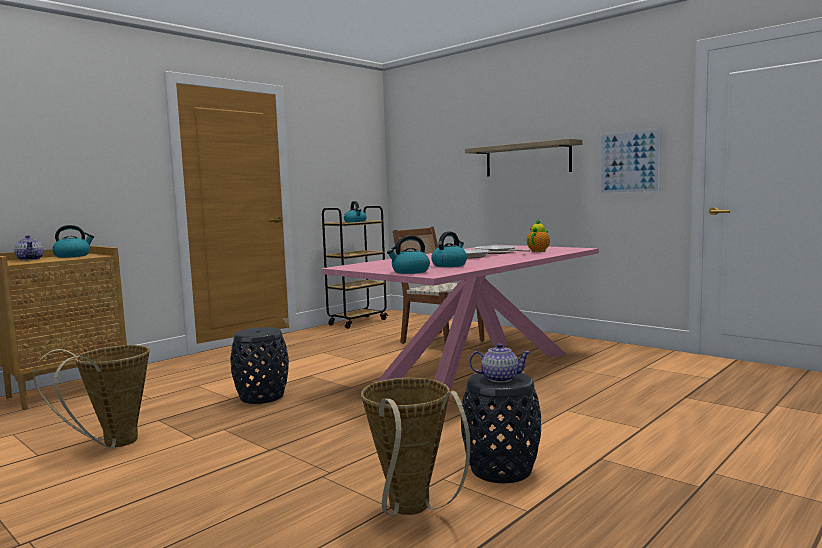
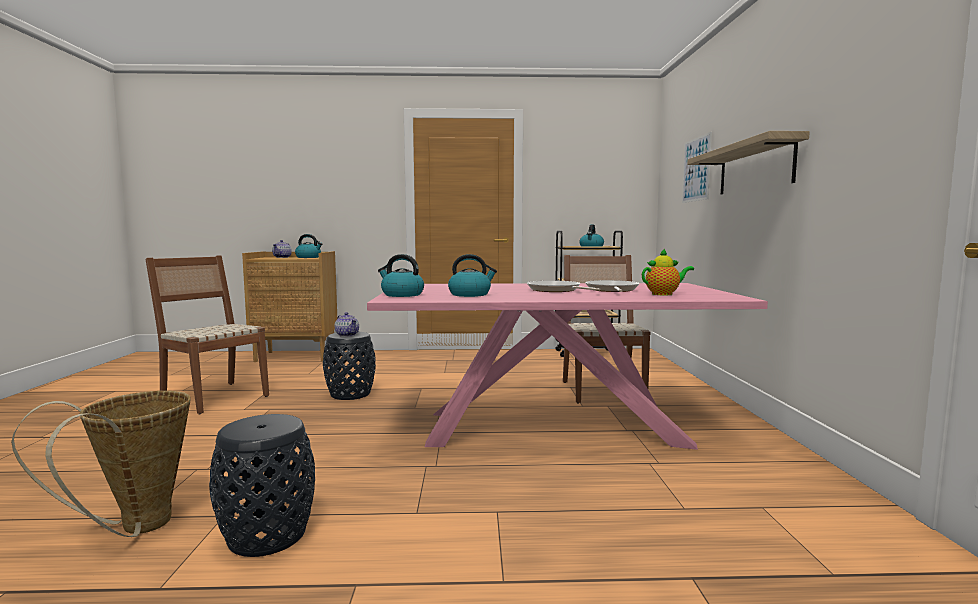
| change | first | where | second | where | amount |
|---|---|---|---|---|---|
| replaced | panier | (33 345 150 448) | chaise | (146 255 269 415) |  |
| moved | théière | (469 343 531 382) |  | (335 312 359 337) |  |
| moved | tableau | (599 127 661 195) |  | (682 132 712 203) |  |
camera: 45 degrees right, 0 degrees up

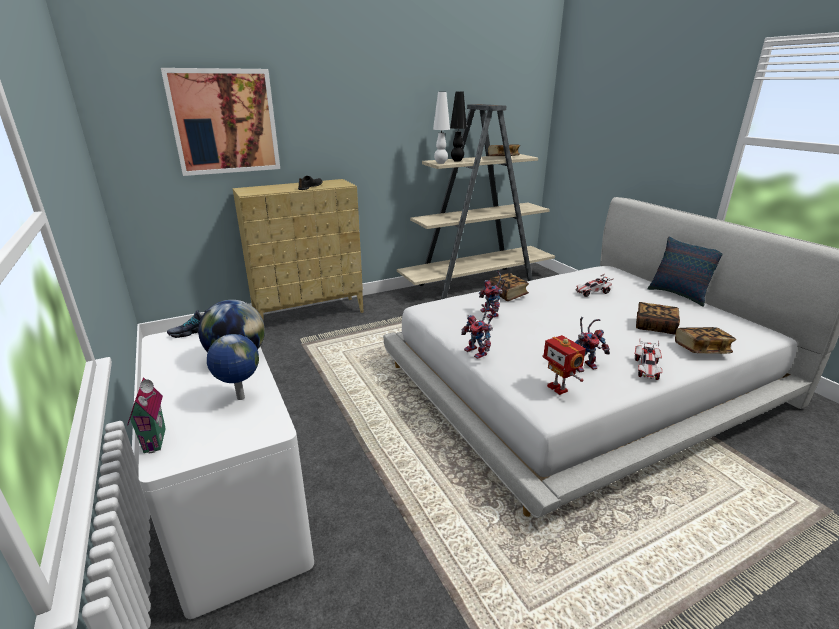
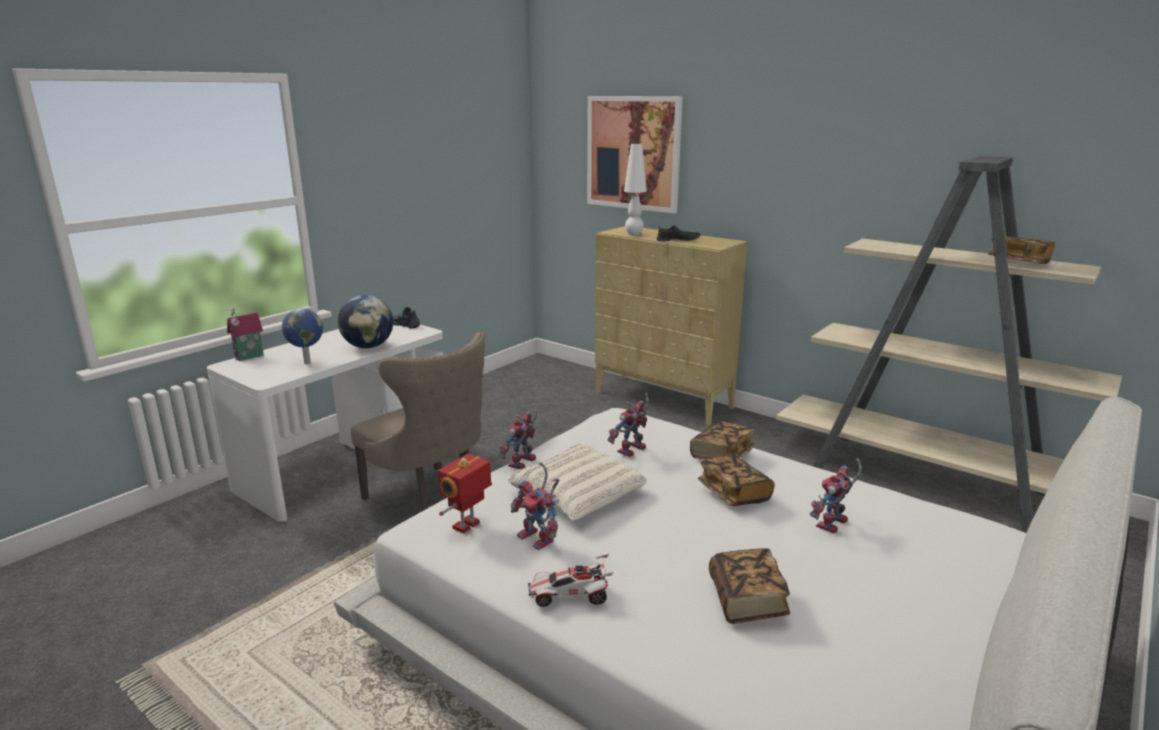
| change | first | where | second | where | amount |
|---|---|---|---|---|---|
| moved | lampe de table (blanc) | (433 92 450 164) |  | (624 143 647 236) |  |
| removed | lampe de table (noir) | (450 92 467 162) |  |  |  |
| replaced | petite voiture | (575 274 614 297) | robot jouet | (810 458 862 533) |  |
| removed | coussin (bleu) | (648 237 722 307) |  |  |  |
| moved | livre | (675 327 736 354) |  | (698 455 775 506) |  |
| added |  |  | chaise (beige) | (351 332 485 511) |  |
| added |  |  | coussin (beige) | (508 443 647 521) |  |
camera: 65 degrees right, 5 degrees down

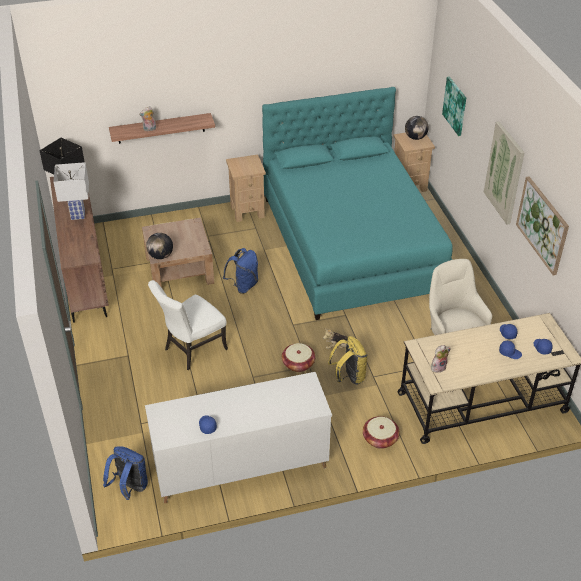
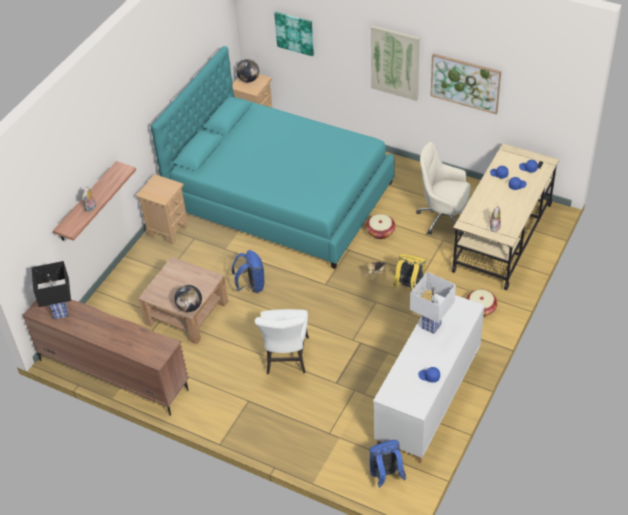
| change | first | where | second | where | amount |
|---|---|---|---|---|---|
| moved | lampe de table (blanc) | (53 162 89 220) |  | (410 272 456 334) |  |
| moved | panier | (282 343 316 372) |  | (366 214 395 239) |  |
camera: 45 degrees left, 5 degrees up

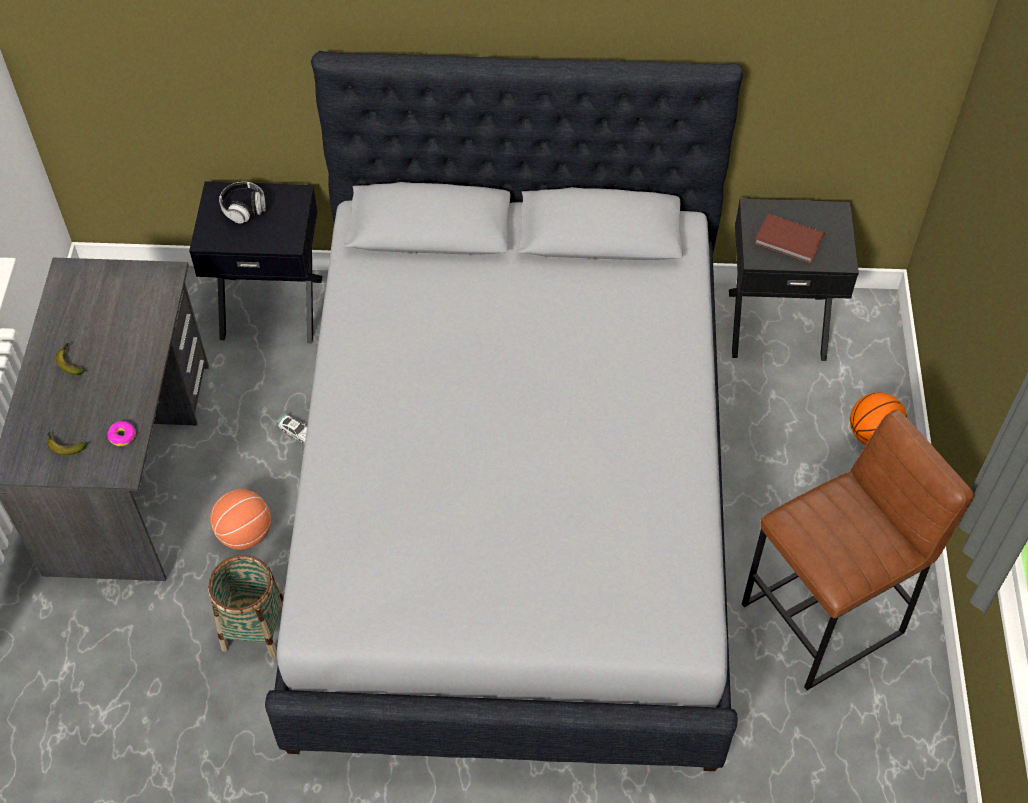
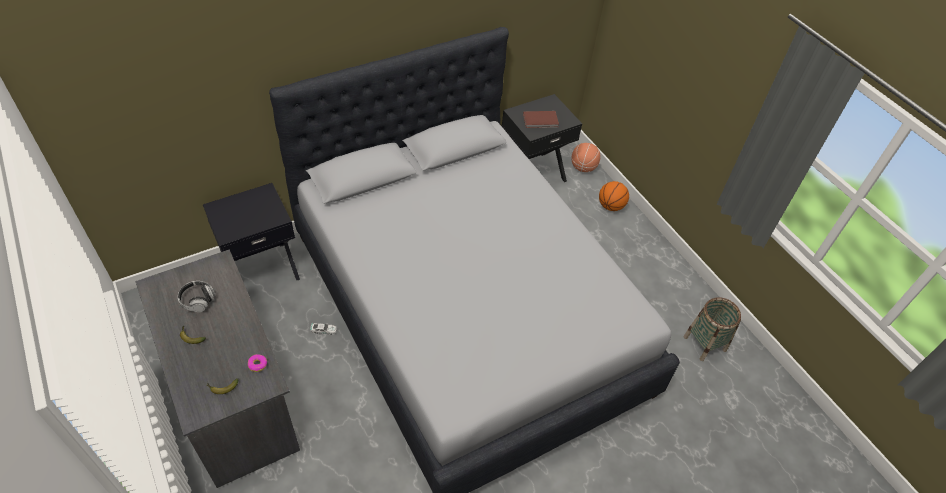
| change | first | where | second | where | amount |
|---|---|---|---|---|---|
| moved | panier | (208 555 284 657) |  | (683 297 741 361) |  |
| moved | ballon de basket | (210 489 271 550) |  | (571 143 601 172) |  |
| moved | casque audio | (219 182 266 224) |  | (178 281 216 312) |  |
| removed | tabouret (marron) | (742 409 974 690) |  |  |  |
camera: 35 degrees left, 5 degrees down

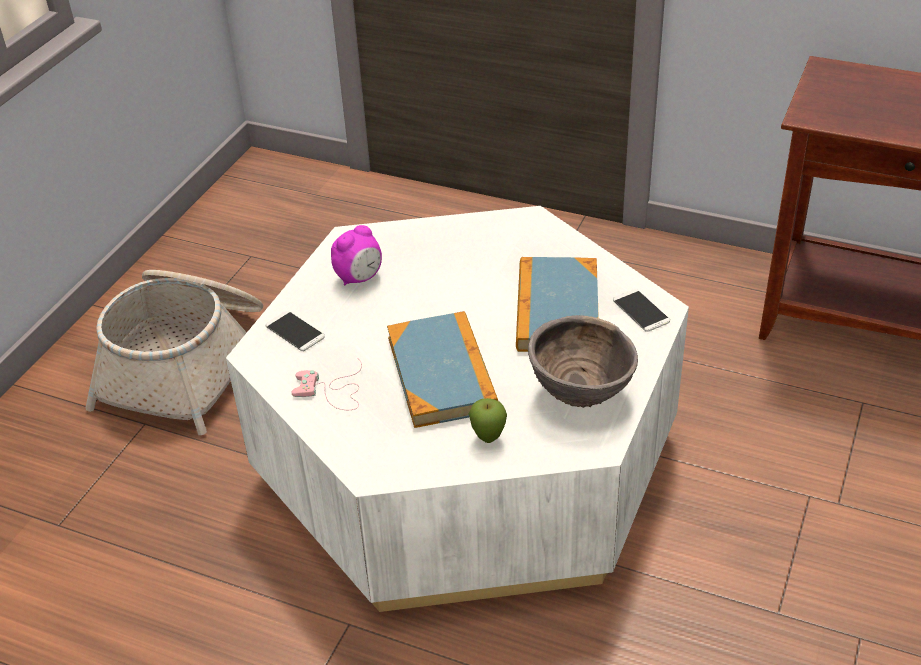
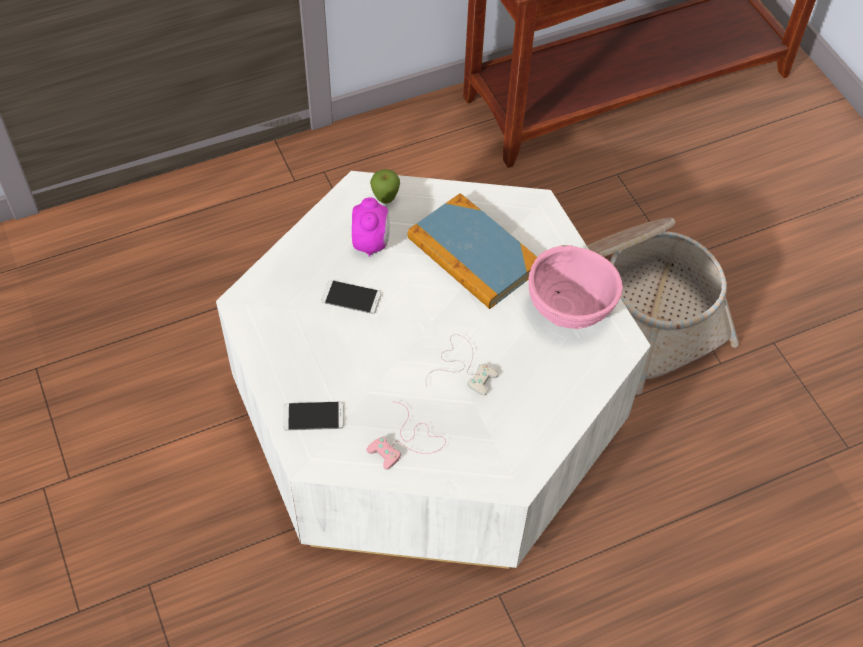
| change | first | where | second | where | amount |
|---|---|---|---|---|---|
| moved | panier | (85 270 263 435) |  | (587 218 739 395) |  |
| moved | réveil | (331 225 382 285) |  | (352 197 390 257) |  |
| replaced | livre | (387 311 498 428) | manette (blanc) | (426 334 499 395) |  |
| moved | pomme | (469 398 507 443) |  | (370 169 400 204) |  |
| recoloured | bol (marron) | (528 315 638 408) | bol (rose) | (529 245 623 329) |  |
| moved | téléphone | (613 289 670 332) |  | (321 280 382 314) |  |
camera: 50 degrees left, 15 degrees up

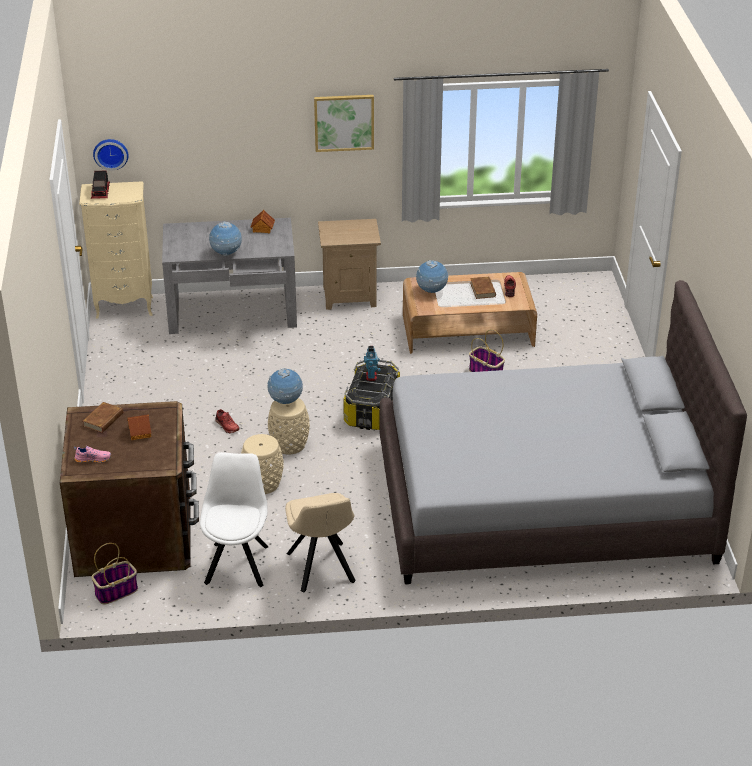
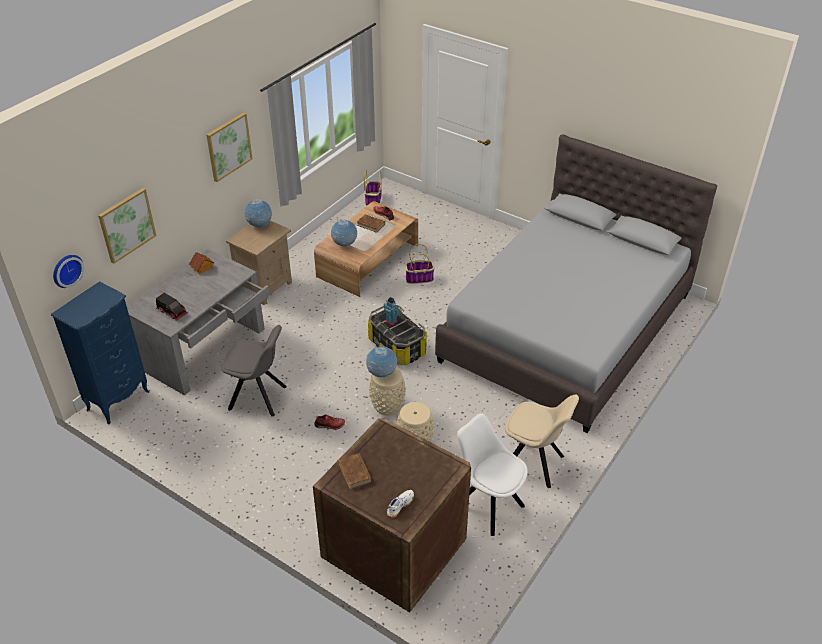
| change | first | where | second | where | amount |
|---|---|---|---|---|---|
| recoloured | chaussure (rose) | (74 446 111 463) | chaussure (blanc) | (387 490 414 518) |  |
| recoloured | commode (beige) | (79 182 153 319) | commode (bleu) | (51 281 149 424) |  |
| moved | camion jouet | (91 171 110 199) |  | (156 292 188 321) |  |
| moved | panier | (91 543 138 605) |  | (364 170 382 206) |  |
| removed | maison miniature | (127 414 151 440) |  |  |  |
| moved | globe | (209 221 242 256) |  | (244 199 272 227) |  |
| added |  |  | tableau | (98 188 157 264) |  |
| added |  |  | chaise (gris) | (221 325 287 416) |  |
camera: 50 degrees left, 5 degrees up

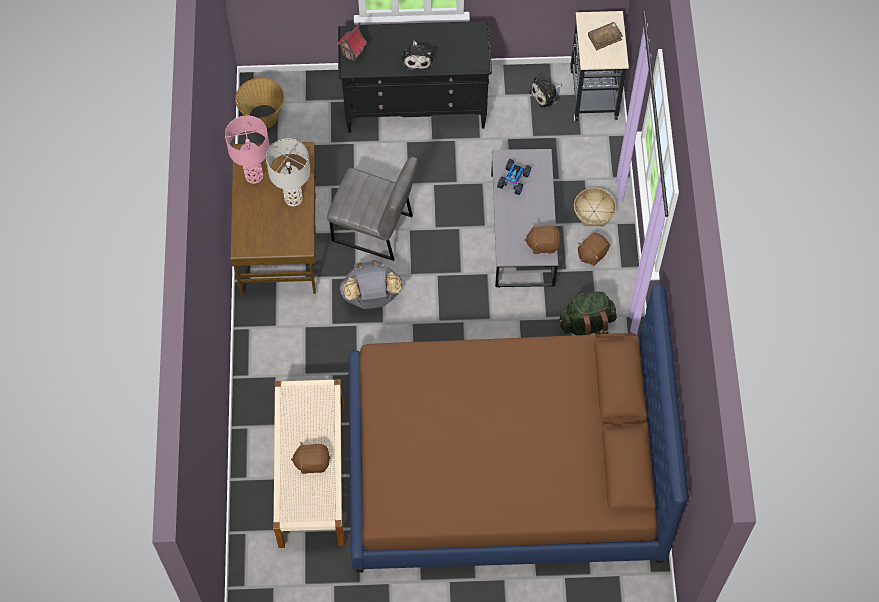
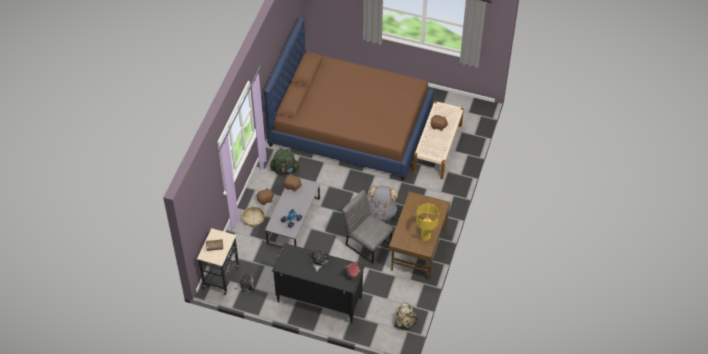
| change | first | where | second | where | amount |
|---|---|---|---|---|---|
| recoloured | lampe de table (rose) | (225 115 270 184) | lampe de table (jaune) | (416 204 439 241) |  |
| replaced | panier | (235 78 284 128) | sac à dos (beige) | (395 303 418 328) |  |
| removed | lampe de table (blanc) | (266 138 310 206) |  |  |  |
camera: 160 degrees left, 10 degrees down

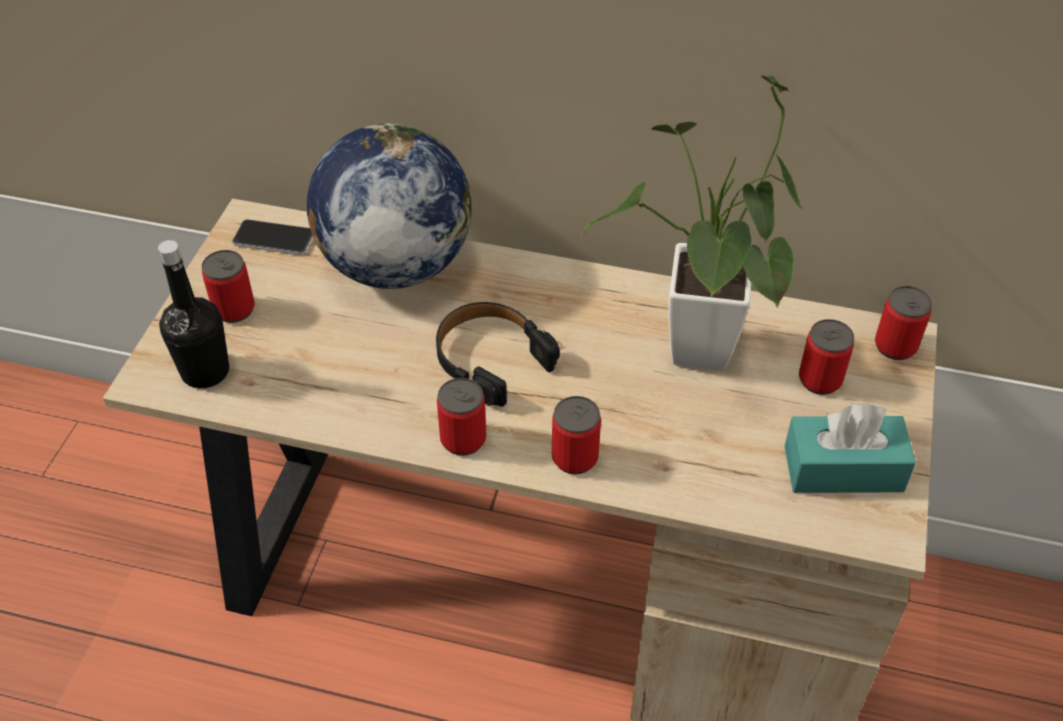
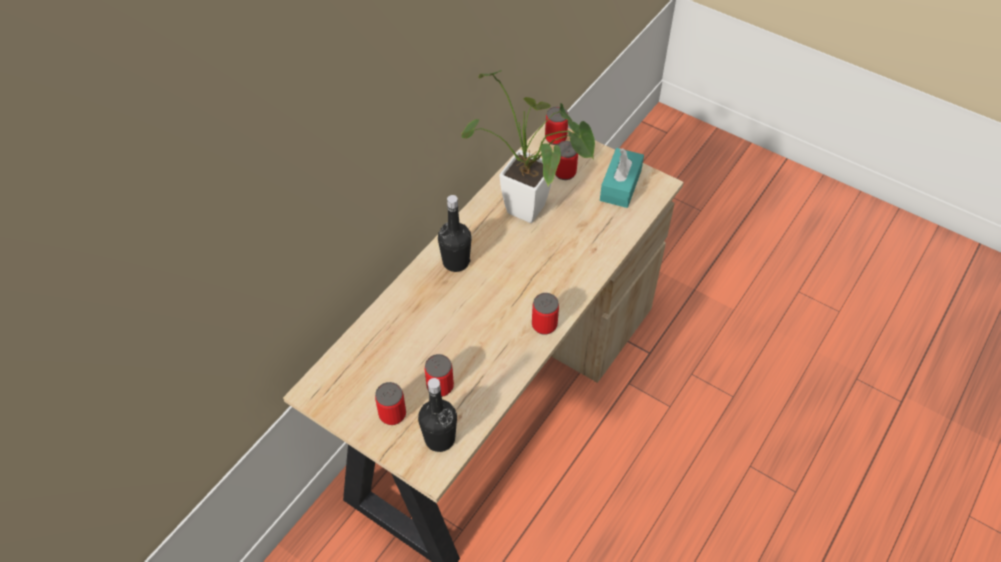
| change | first | where | second | where | amount |
|---|---|---|---|---|---|
| removed | téléphone | (232 219 313 255) |  |  |  |
| removed | globe | (307 123 472 289) |  |  |  |
| removed | casque audio (noir) | (436 302 560 407) |  |  |  |
| moved | boîte métallique | (552 396 601 474) |  | (425 354 454 397) |  |
| added |  |  | bouteille (noir) | (438 195 472 272) |  |
camera: 70 degrees left, 5 degrees up

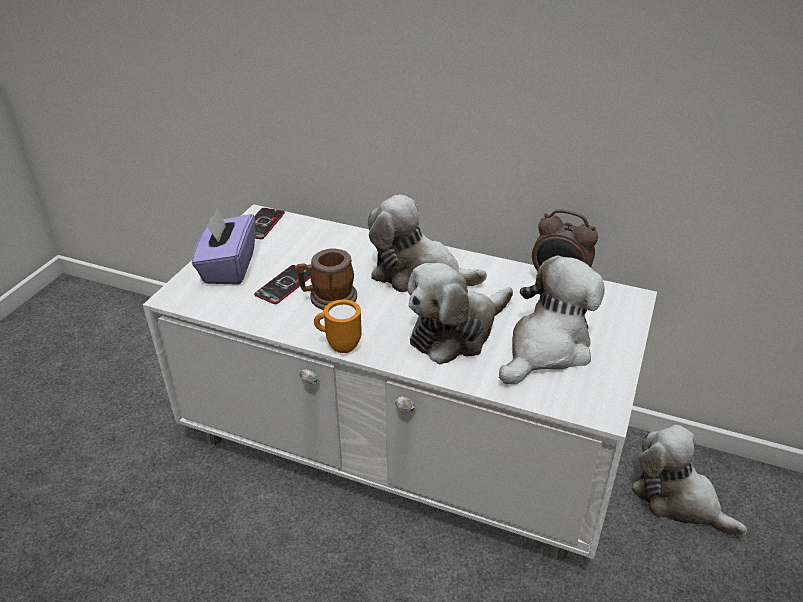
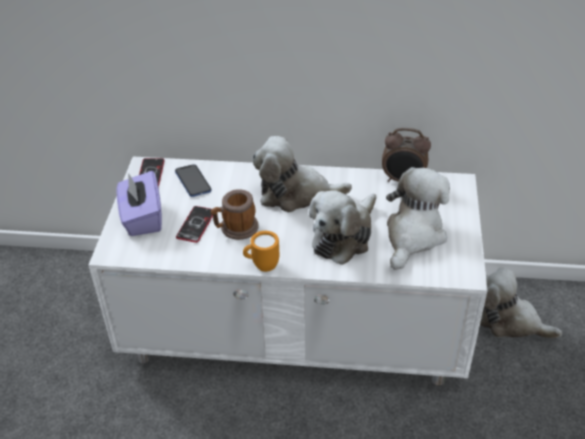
| change | first | where | second | where | amount |
|---|---|---|---|---|---|
| added |  |  | téléphone | (175 164 211 197) |  |
camera: 15 degrees left, 5 degrees up

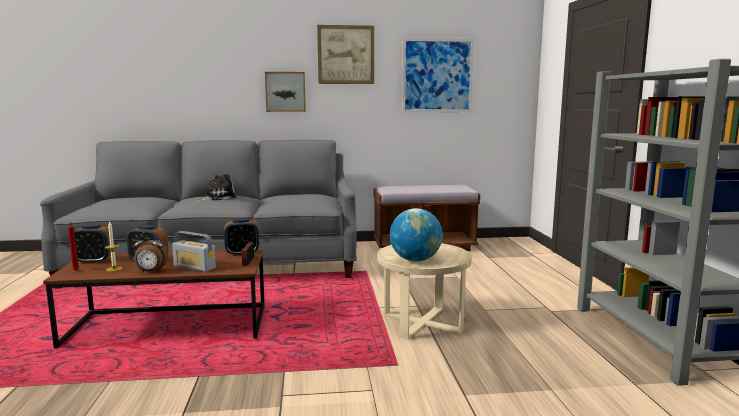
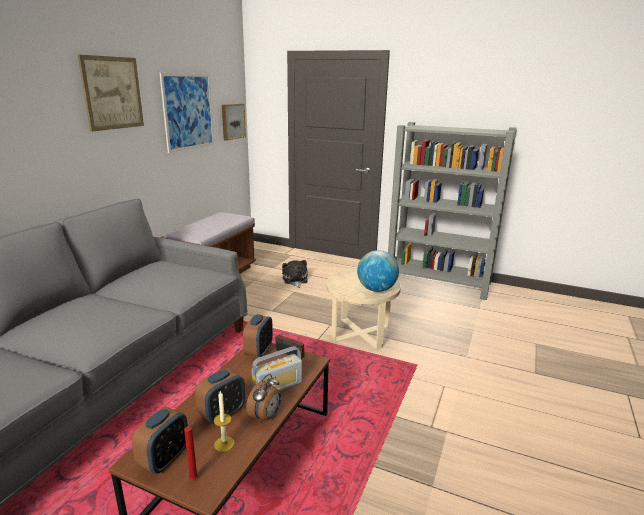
| change | first | where | second | where | amount |
|---|---|---|---|---|---|
| moved | peluche | (196 174 237 201) |  | (282 260 308 288) |  |
| moved | tableau | (265 72 306 112) |  | (222 104 246 141) |  |
camera: 60 degrees left, 10 degrees up

